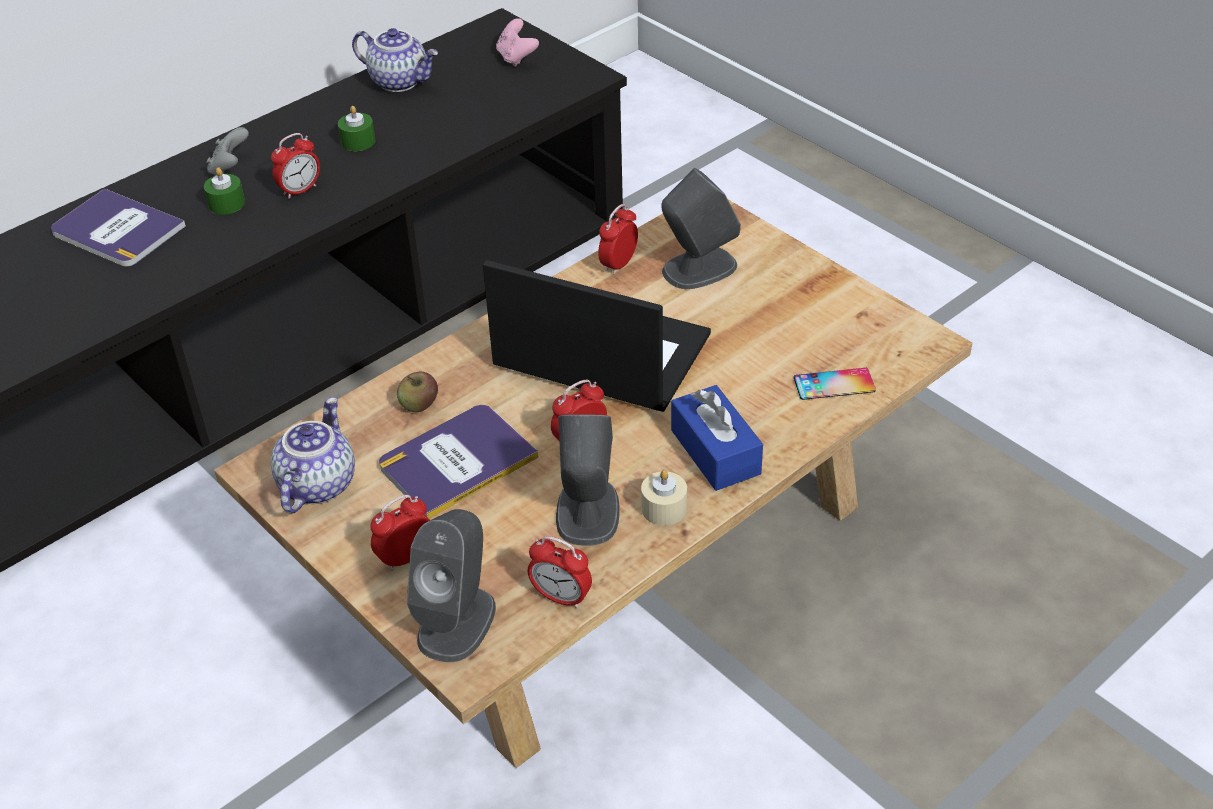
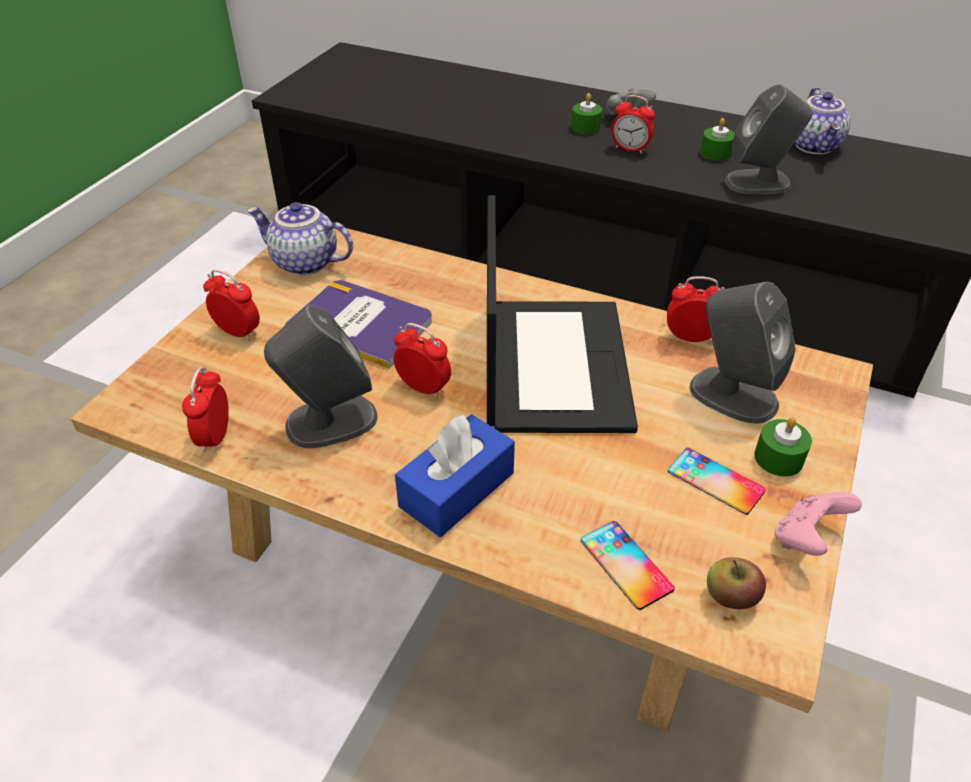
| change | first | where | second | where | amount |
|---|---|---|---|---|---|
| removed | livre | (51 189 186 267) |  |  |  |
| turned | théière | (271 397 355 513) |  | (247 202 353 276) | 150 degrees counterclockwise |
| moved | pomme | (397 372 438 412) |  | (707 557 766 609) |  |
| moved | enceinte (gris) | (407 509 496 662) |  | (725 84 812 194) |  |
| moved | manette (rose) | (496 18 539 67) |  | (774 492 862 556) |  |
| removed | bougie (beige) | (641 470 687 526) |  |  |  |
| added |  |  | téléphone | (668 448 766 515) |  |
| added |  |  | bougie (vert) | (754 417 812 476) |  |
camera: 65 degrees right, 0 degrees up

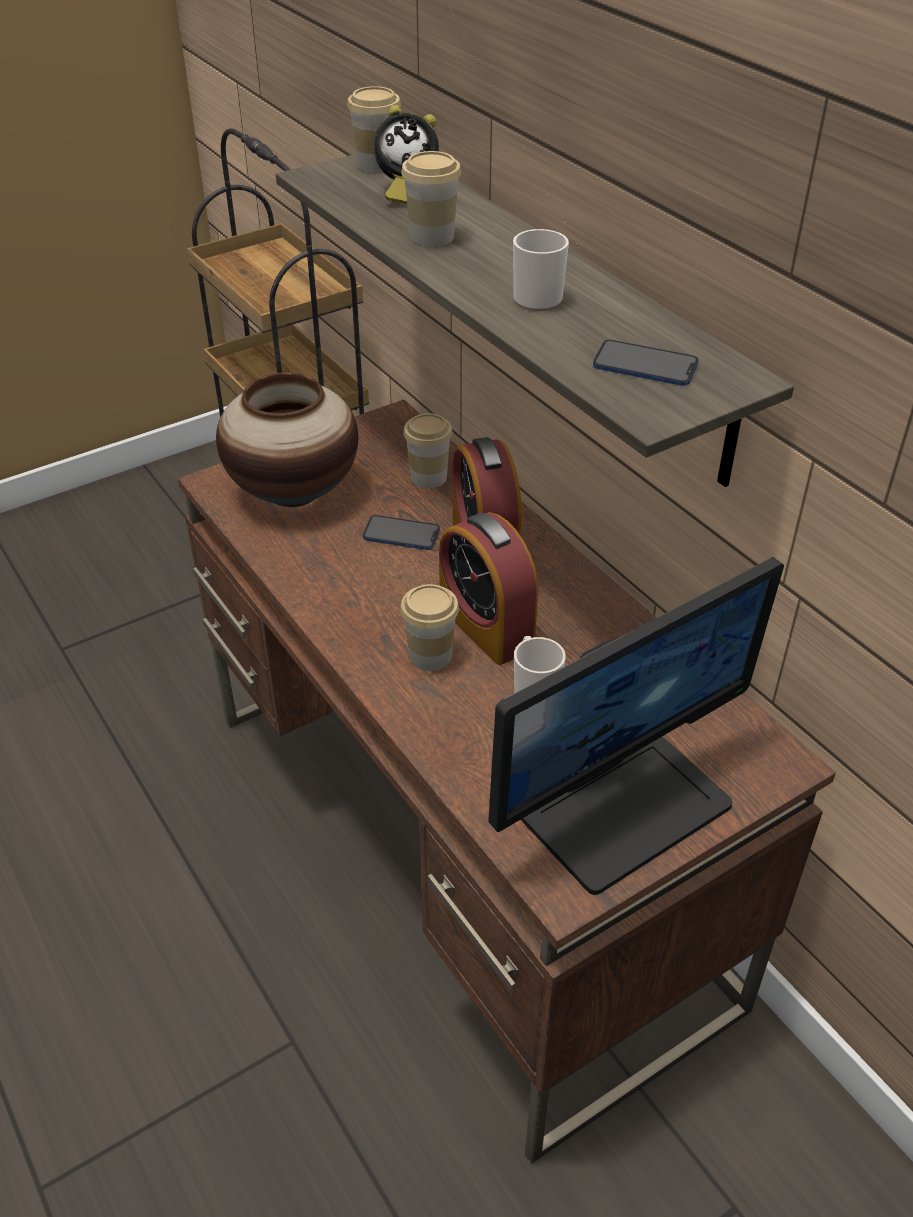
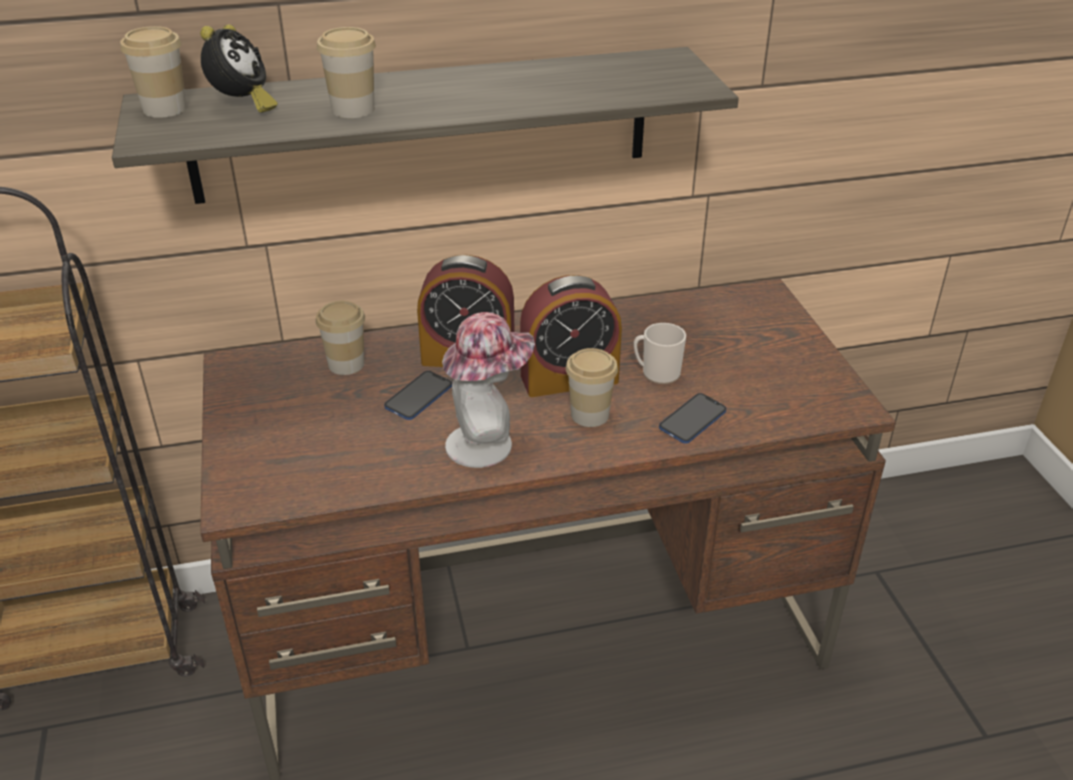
| change | first | where | second | where | amount |
|---|---|---|---|---|---|
| removed | vase | (216 372 358 507) |  |  |  |
| removed | écran d'ordinateur | (488 557 784 895) |  |  |  |
| removed | mug | (513 229 569 311) |  |  |  |
| moved | téléphone | (593 339 698 386) |  | (659 393 727 444) |  |
| added |  |  | chapeau | (442 312 535 468) |  |
camera: 70 degrees left, 5 degrees down

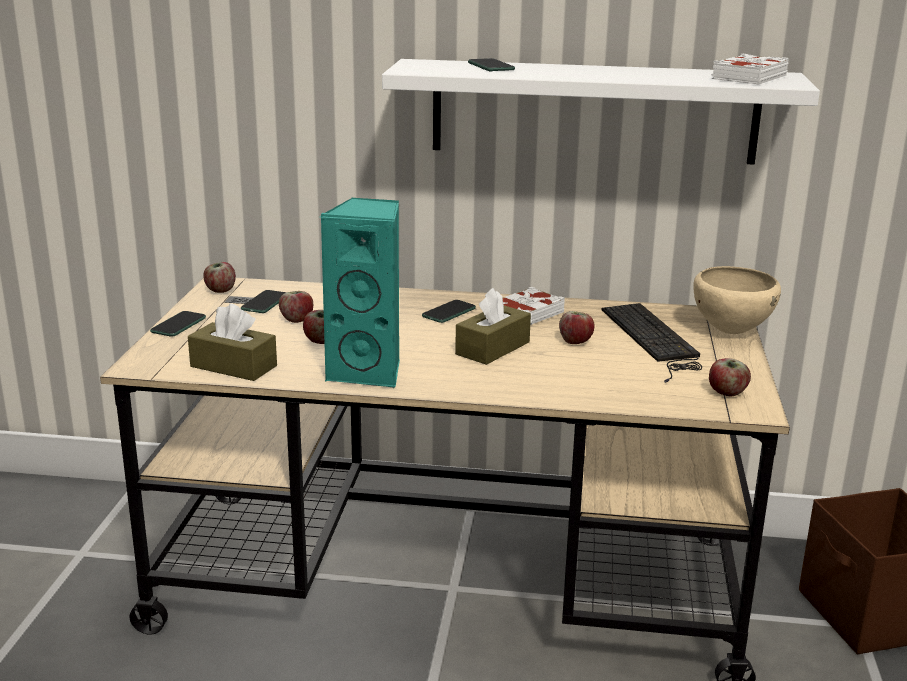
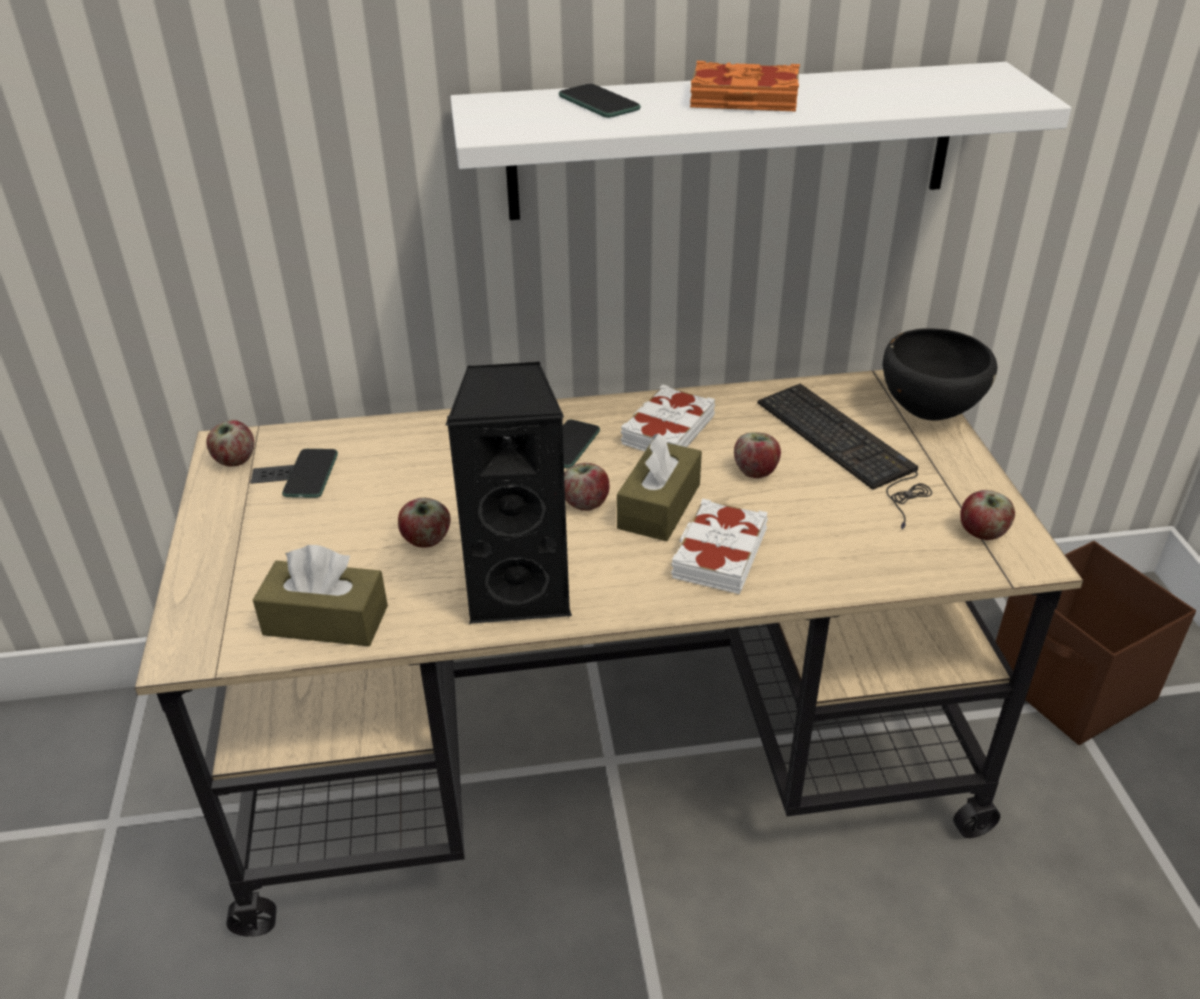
| change | first | where | second | where | amount |
|---|---|---|---|---|---|
| removed | téléphone | (150 311 206 337) |  |  |  |
| moved | pomme | (279 291 313 323) |  | (564 463 609 511) |  |
| recoloured | enceinte (turquoise) | (320 198 400 388) | enceinte (noir) | (445 362 572 625) |  |
| recoloured | bol (beige) | (693 266 781 334) | bol (noir) | (883 328 997 421) |  |
| moved | livre (blanc) | (712 54 789 84) |  | (671 499 768 594) |  |
| added |  |  | livre (orange) | (690 61 800 111) |  |
camera: 15 degrees left, 15 degrees up

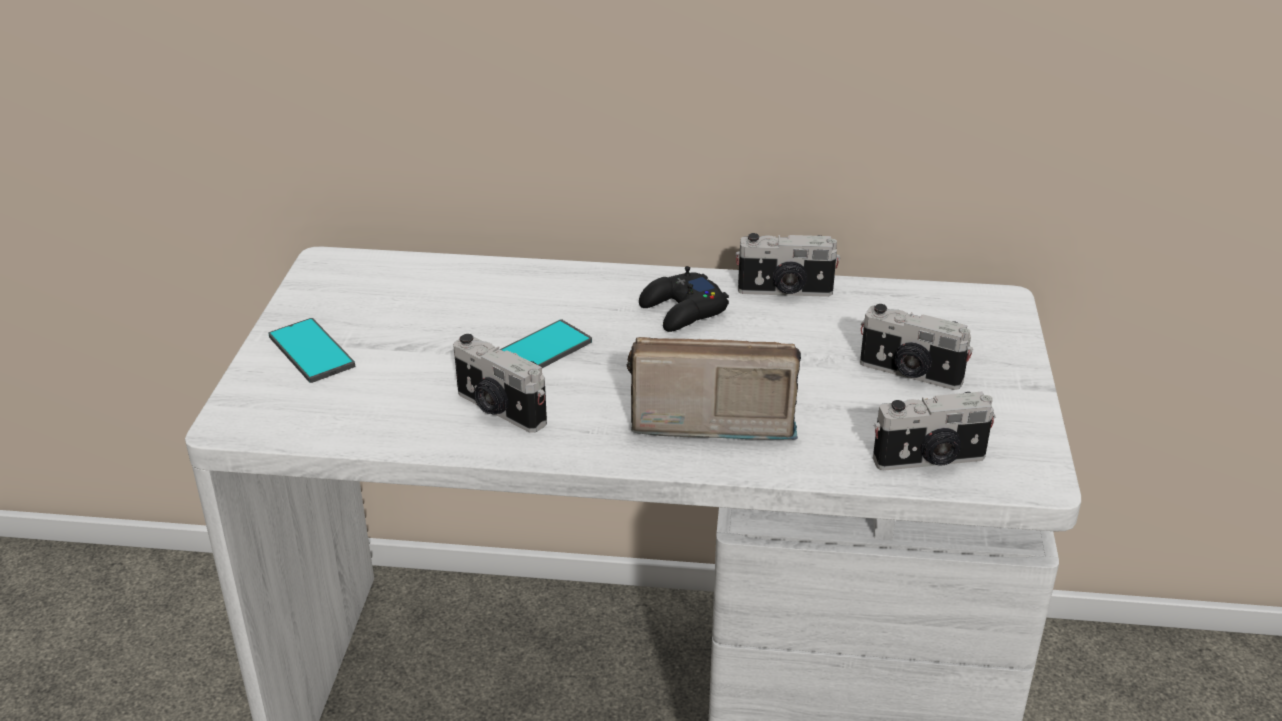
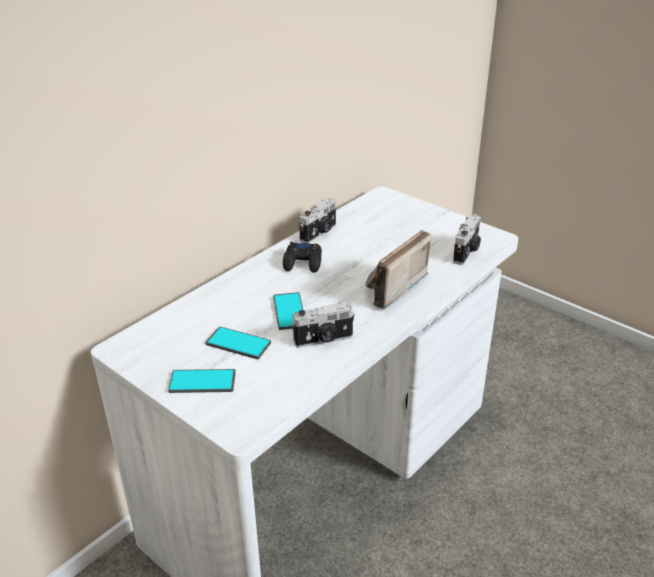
| change | first | where | second | where | amount |
|---|---|---|---|---|---|
| removed | appareil photo | (860 304 973 390) |  |  |  |
| added |  |  | téléphone | (206 327 271 359) |  |
camera: 55 degrees left, 0 degrees up

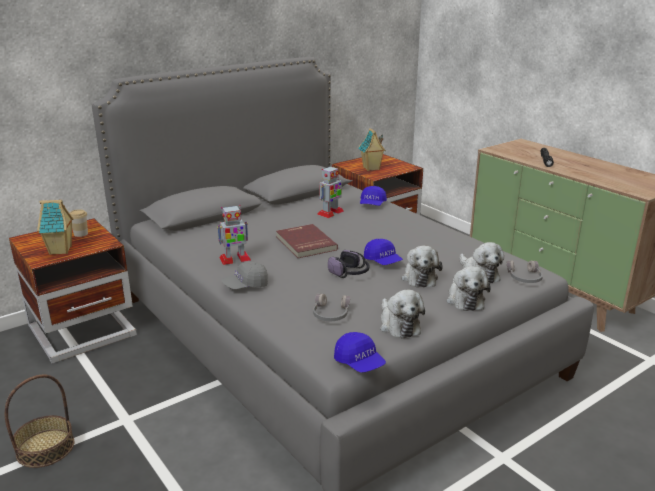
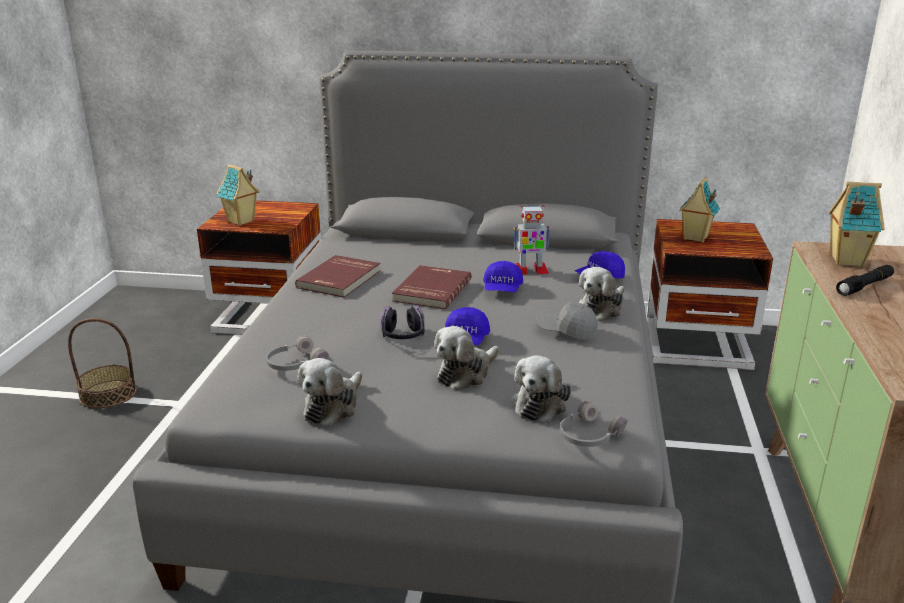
| change | first | where | second | where | amount |
|---|---|---|---|---|---|
| removed | tasse | (70 209 88 237) |  |  |  |
| replaced | robot jouet | (217 205 251 265) | livre (rouge) | (295 255 381 297) |  |
| moved | casquette (gris) | (221 262 268 289) |  | (536 302 598 340) |  |
| moved | casquette (bleu) | (334 332 386 373) |  | (483 261 523 292) |  |
| moved | peluche | (446 266 491 311) |  | (579 267 625 322) |  |
| added |  |  | maison miniature | (829 181 885 267) |  |
camera: 45 degrees right, 0 degrees up

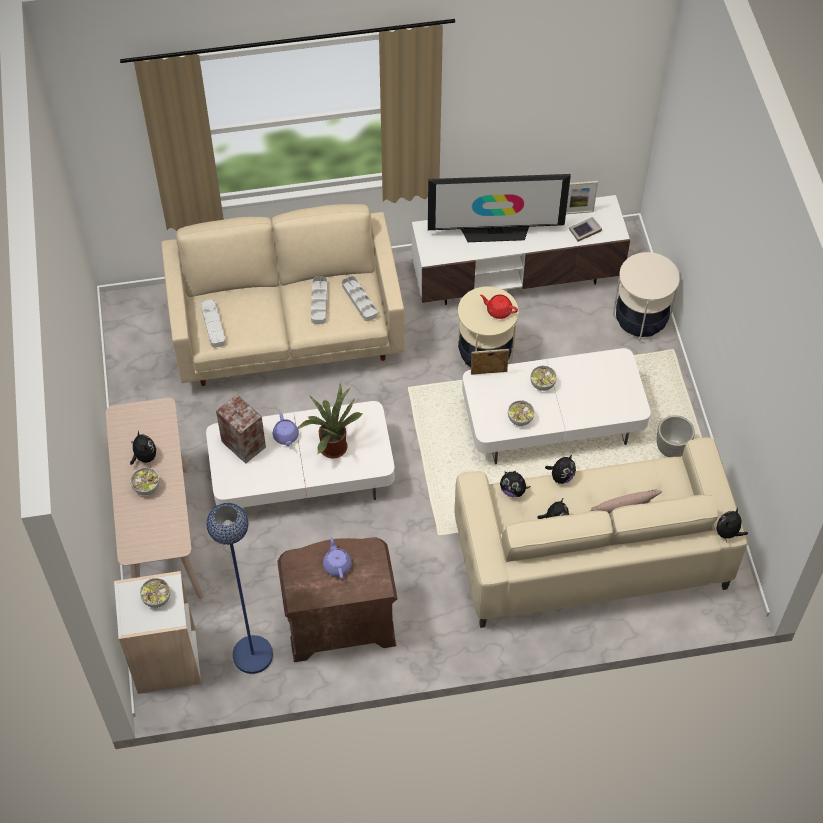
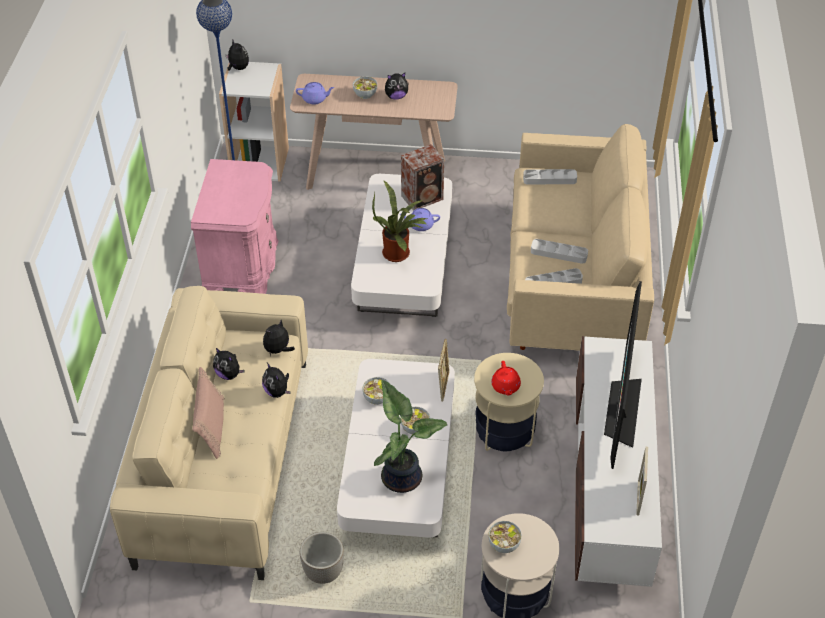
| change | first | where | second | where | amount |
|---|---|---|---|---|---|
| moved | bol | (140 578 170 608) |  | (489 521 522 553) |  |
| recoloured | table de chevet (marron) | (277 537 398 662) | table de chevet (rose) | (191 159 278 294) |  |
| moved | théière (violet) | (323 537 352 579) |  | (296 82 335 105) |  |
| turned | théière (rouge) | (480 294 518 319) |  | (491 361 521 396) | 135 degrees clockwise |
| removed | livre | (569 217 602 242) |  |  |  |
| moved | peluche | (717 507 748 543) |  | (226 40 249 71) |  |
| added |  |  | plante en pot | (374 380 447 493) |  |
camera: 105 degrees right, 10 degrees down

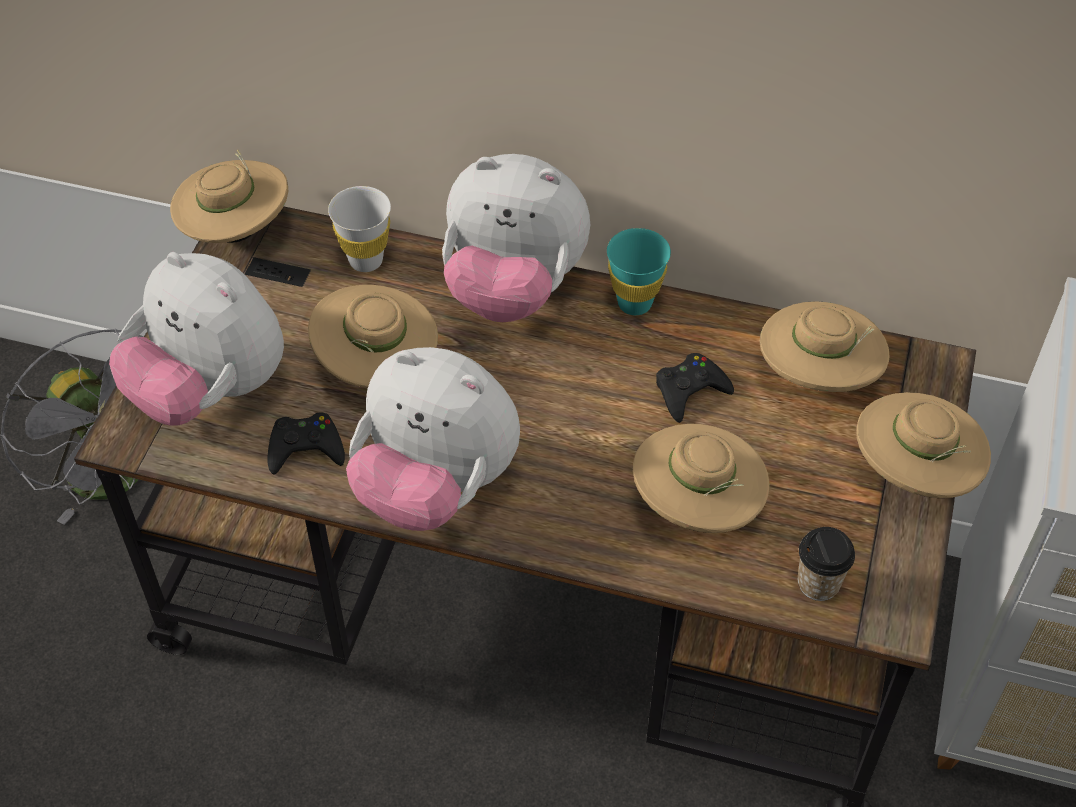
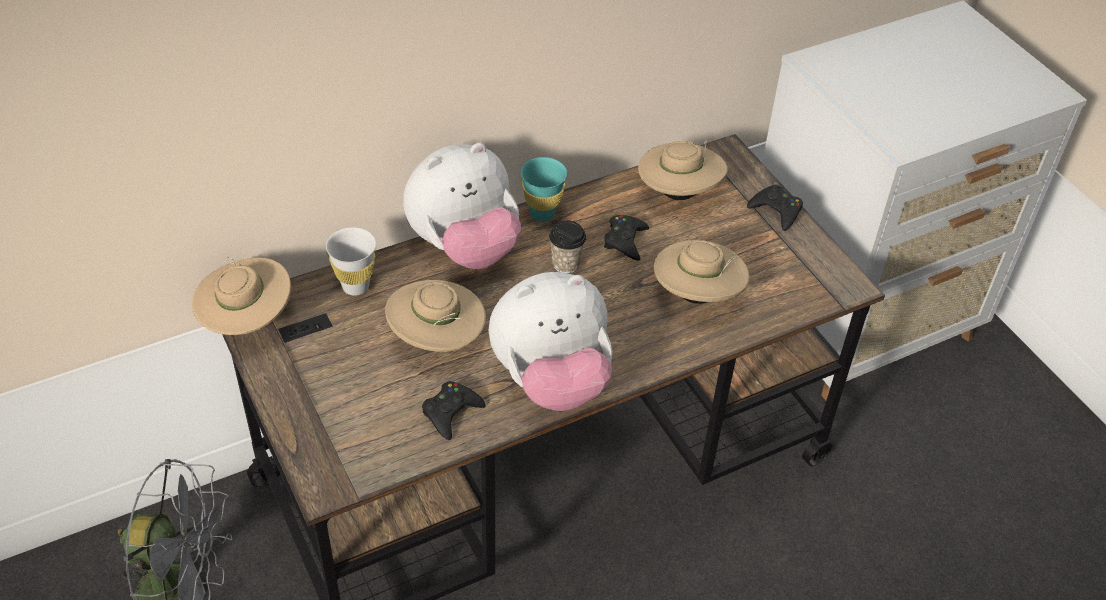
| change | first | where | second | where | amount |
|---|---|---|---|---|---|
| removed | peluche | (109 252 284 426) |  |  |  |
| moved | tasse | (798 527 855 601) |  | (549 221 586 273) |  |
| replaced | chapeau (beige) | (856 392 991 498) | manette (noir) | (747 185 803 231) |  |
camera: 45 degrees left, 5 degrees down

